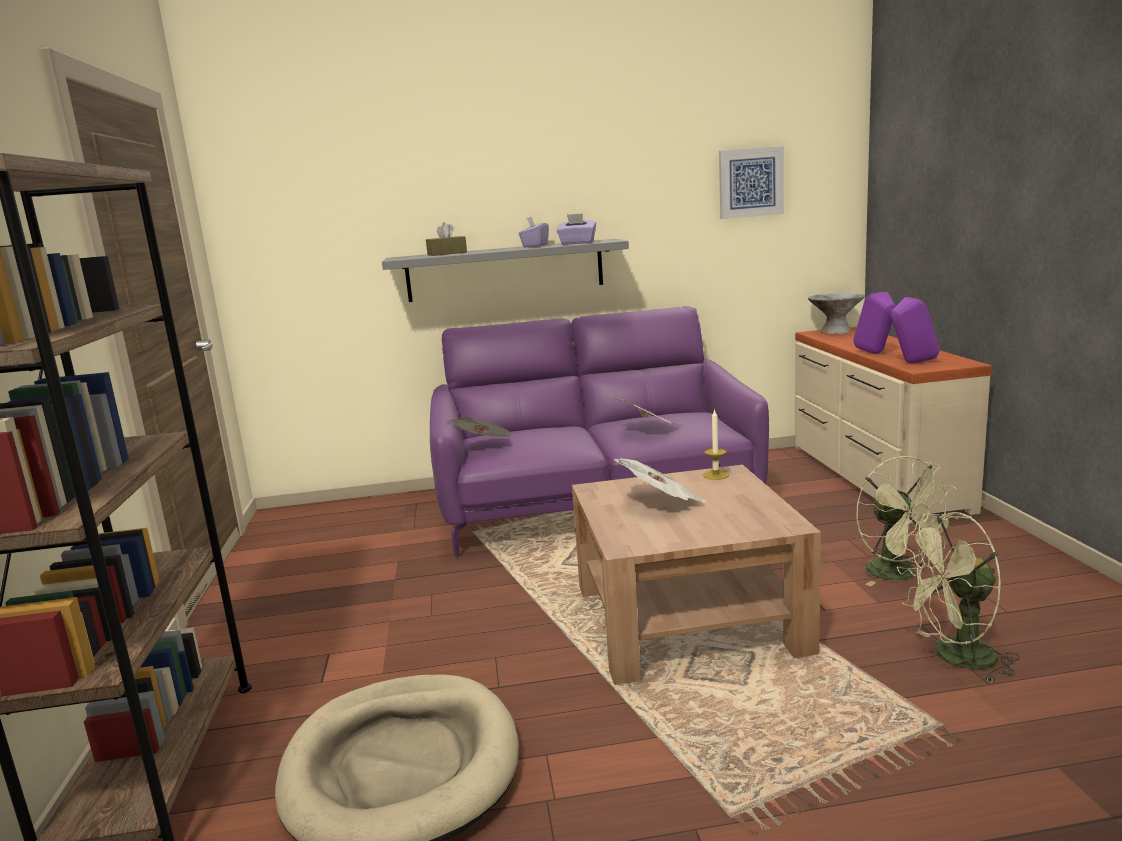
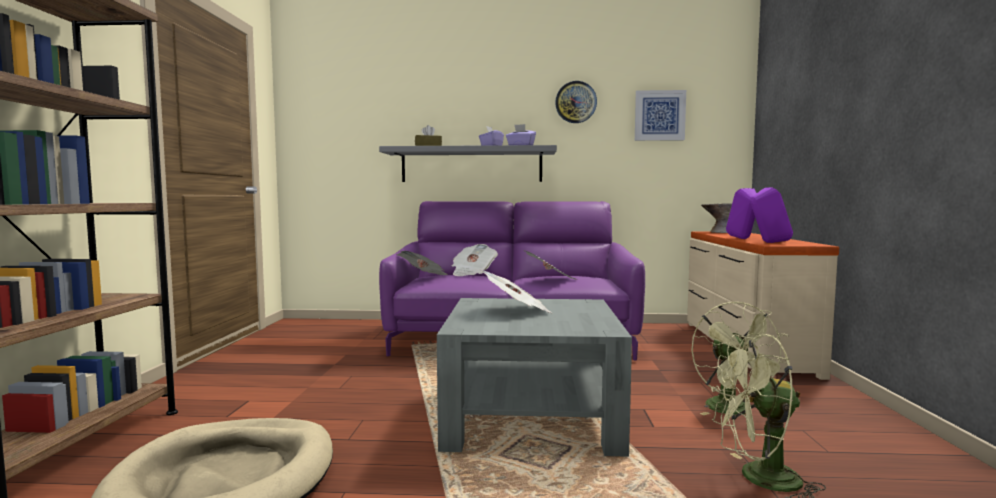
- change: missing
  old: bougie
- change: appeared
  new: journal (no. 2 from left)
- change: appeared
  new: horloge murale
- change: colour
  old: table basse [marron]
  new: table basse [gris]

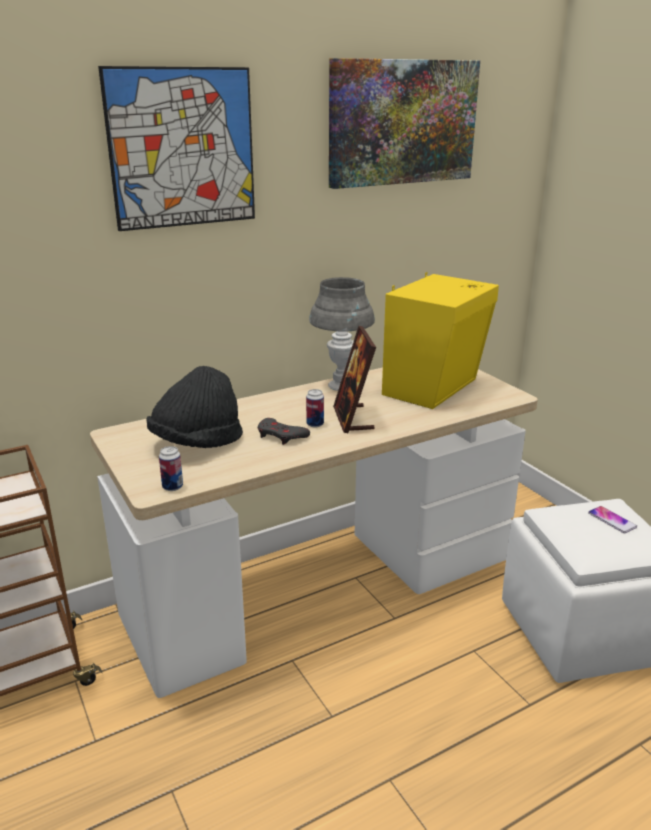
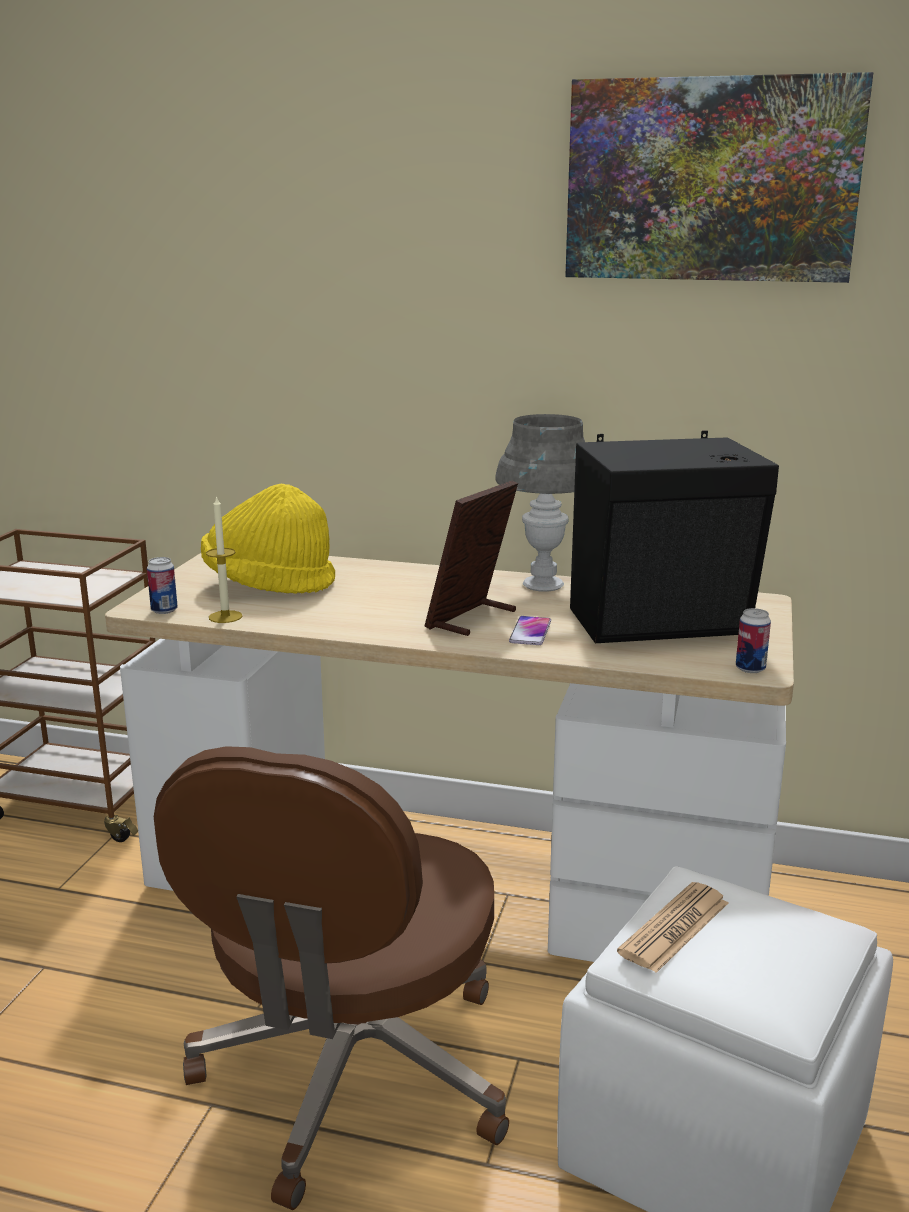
- change: missing
  old: tableau (no. 1 from left)
- change: missing
  old: manette [gris]
- change: appeared
  new: chaise de bureau [marron]
- change: appeared
  new: bougie
- change: appeared
  new: journal
- change: relocated
  old: boîte métallique (no. 2 from left)
- change: relocated
  old: téléphone
- change: colour
  old: chapeau [noir]
  new: chapeau [jaune]
- change: colour
  old: enceinte [jaune]
  new: enceinte [noir]

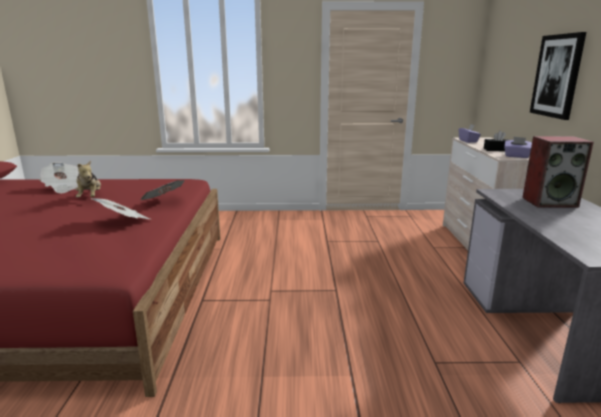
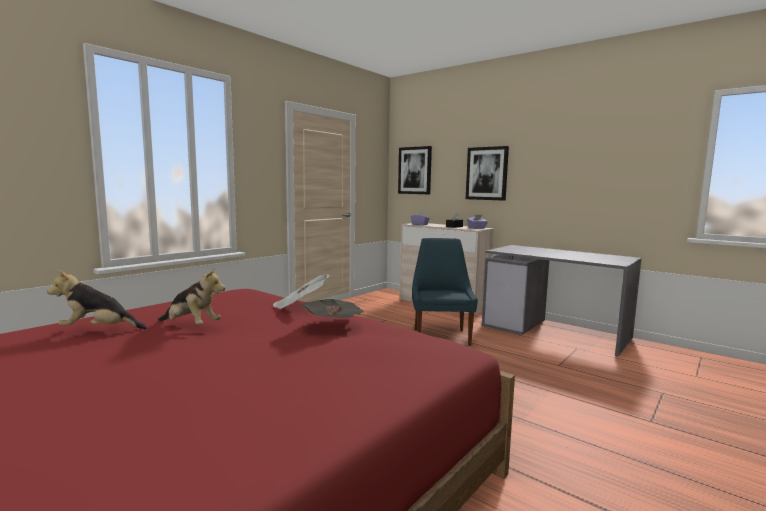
- change: missing
  old: enceinte
- change: appeared
  new: tableau (no. 1 from left)
- change: appeared
  new: chaise [bleu]
- change: exchanged
  old: journal (no. 1 from left)
  new: peluche (no. 1 from left)

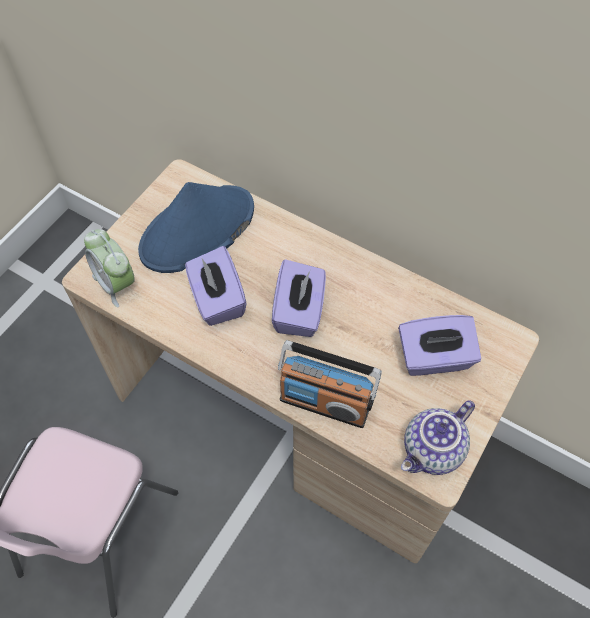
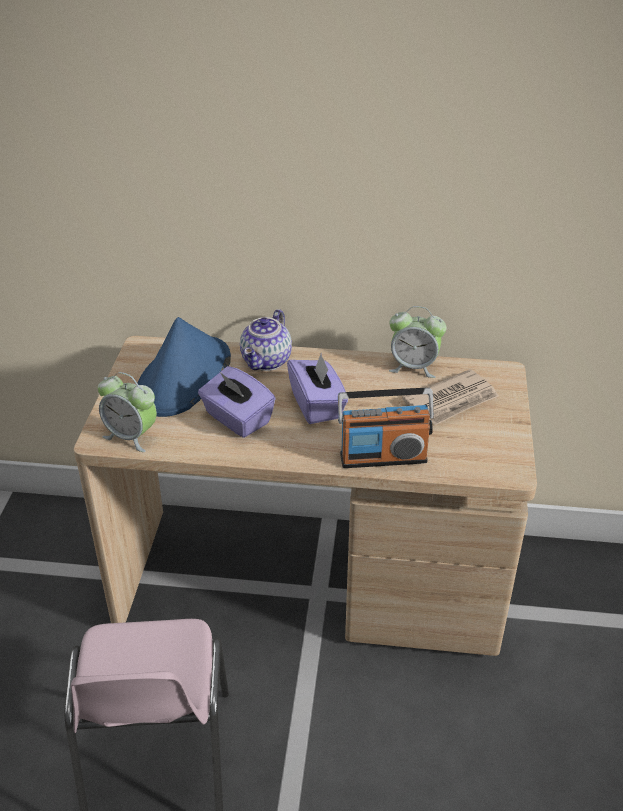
- change: appeared
  new: réveil (no. 2 from left)
- change: relocated
  old: théière
- change: exchanged
  old: boîte à mouchoirs [violet] (no. 3 from left)
  new: journal

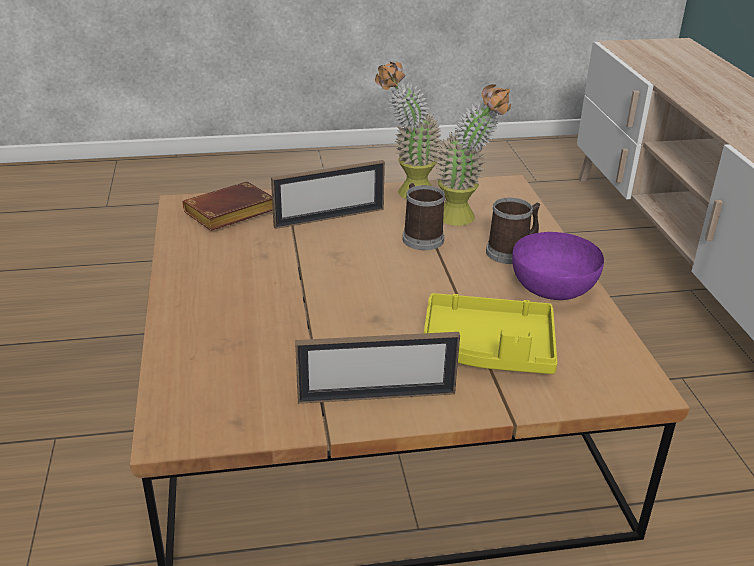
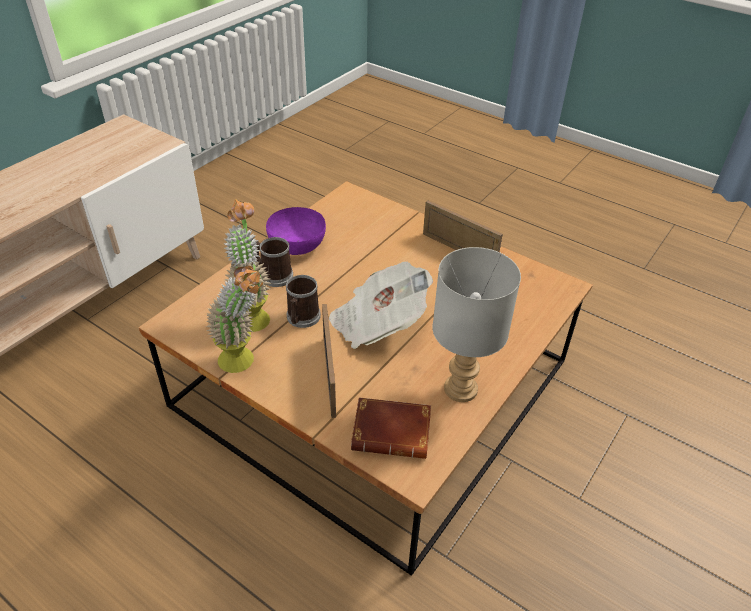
- change: missing
  old: plateau [jaune]
- change: appeared
  new: journal
- change: appeared
  new: lampe de table [gris]
- change: spun
  old: cadre photo (no. 1 from left)
  degrees: -120

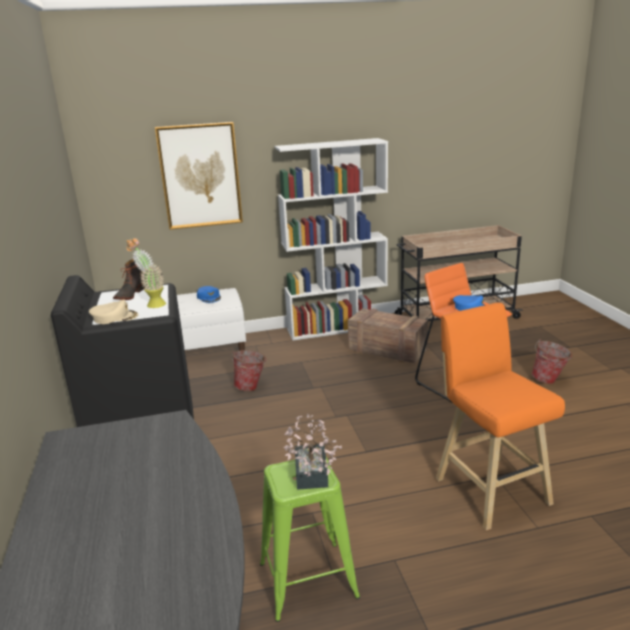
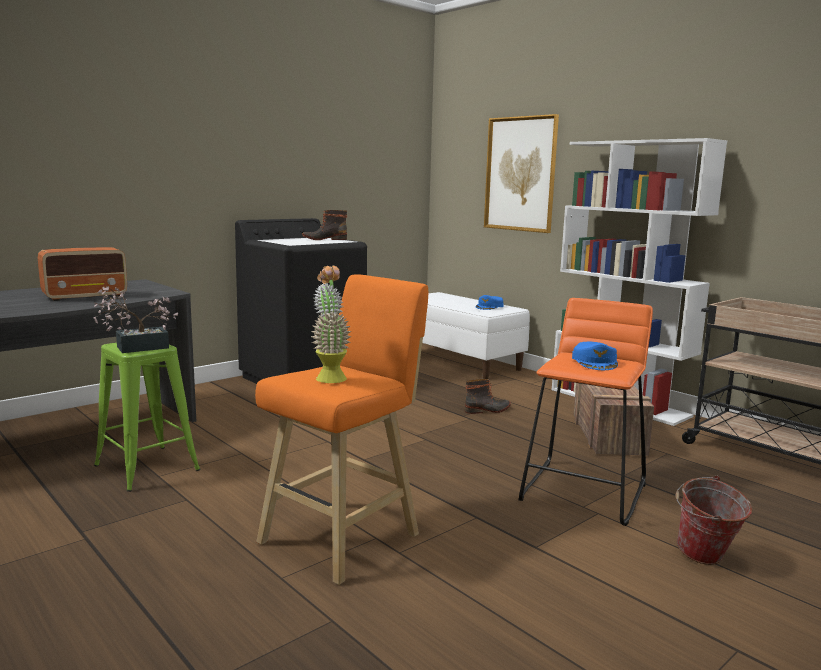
- change: missing
  old: casquette [beige]
- change: missing
  old: seau (no. 1 from left)
- change: appeared
  new: radio
- change: appeared
  new: botte (no. 2 from left)
- change: relocated
  old: plante en pot (no. 1 from left in the first image)
  new: plante en pot (no. 2 from left)

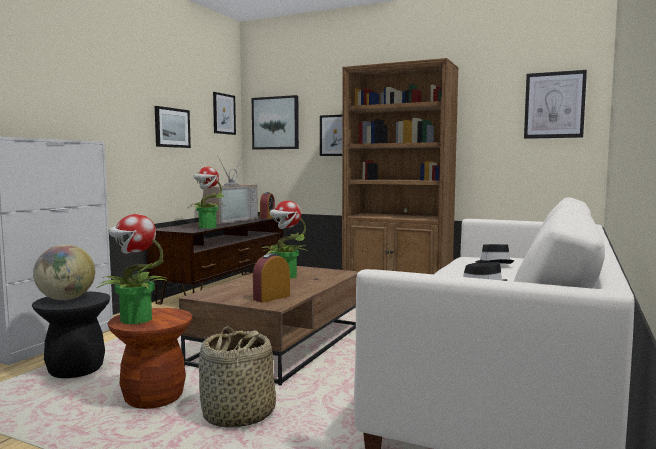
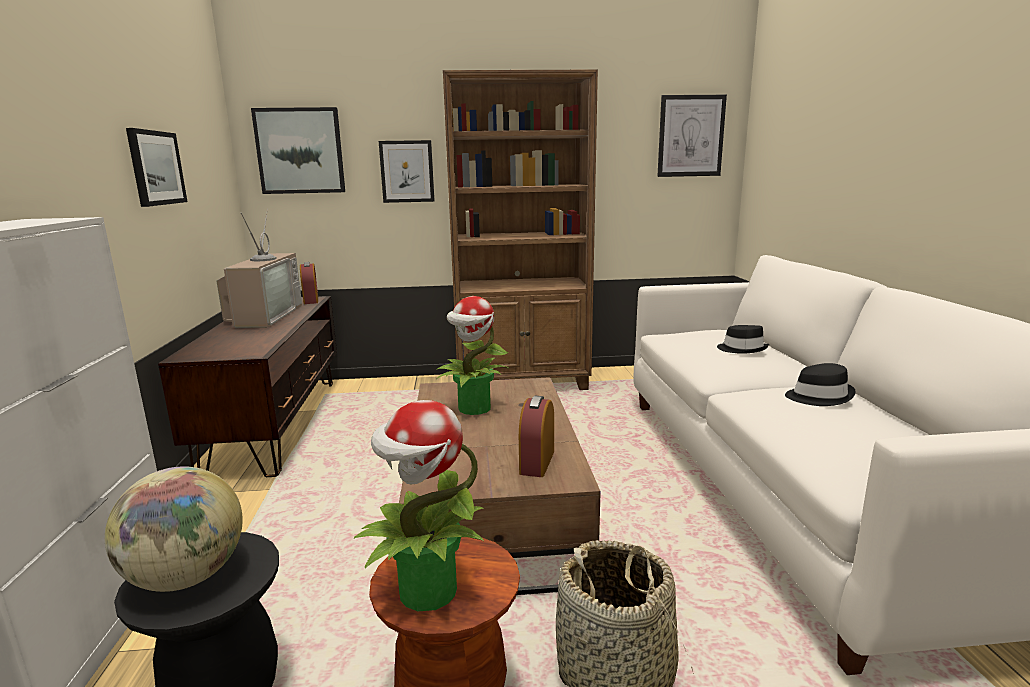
- change: missing
  old: plante en pot (no. 2 from left)
- change: missing
  old: tableau (no. 2 from left)

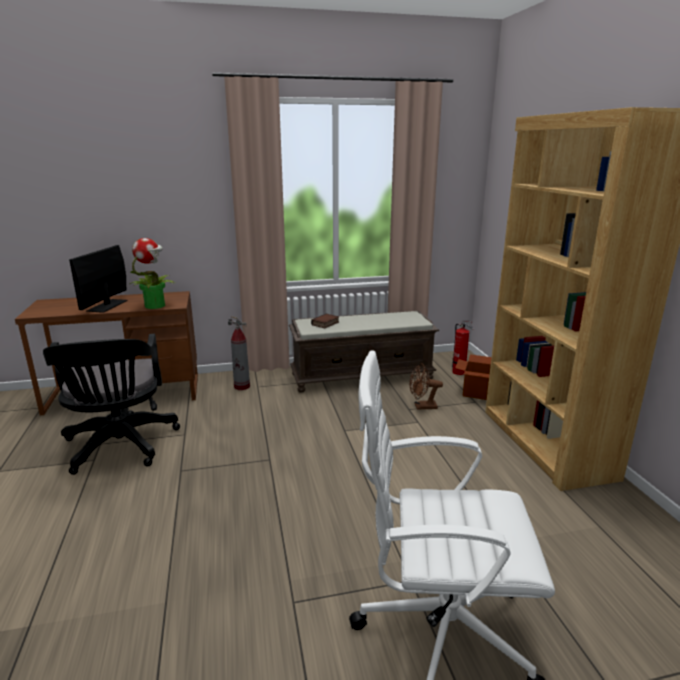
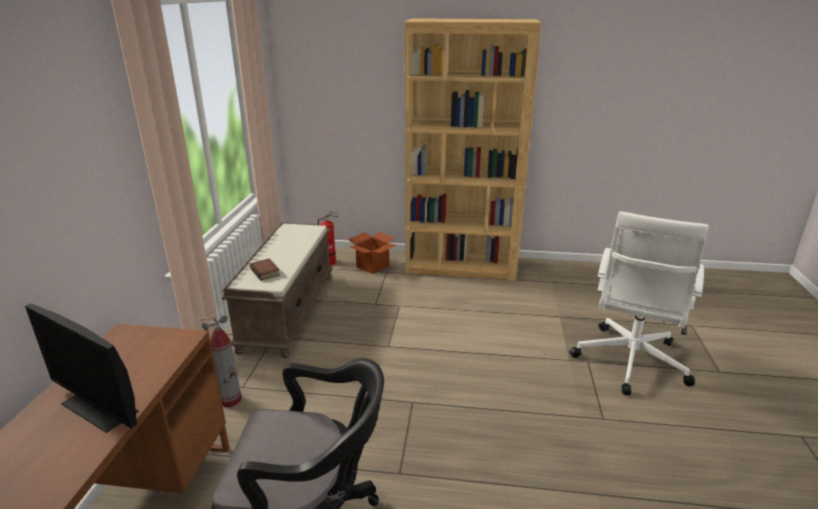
- change: missing
  old: plante en pot
- change: missing
  old: ventilateur [marron]

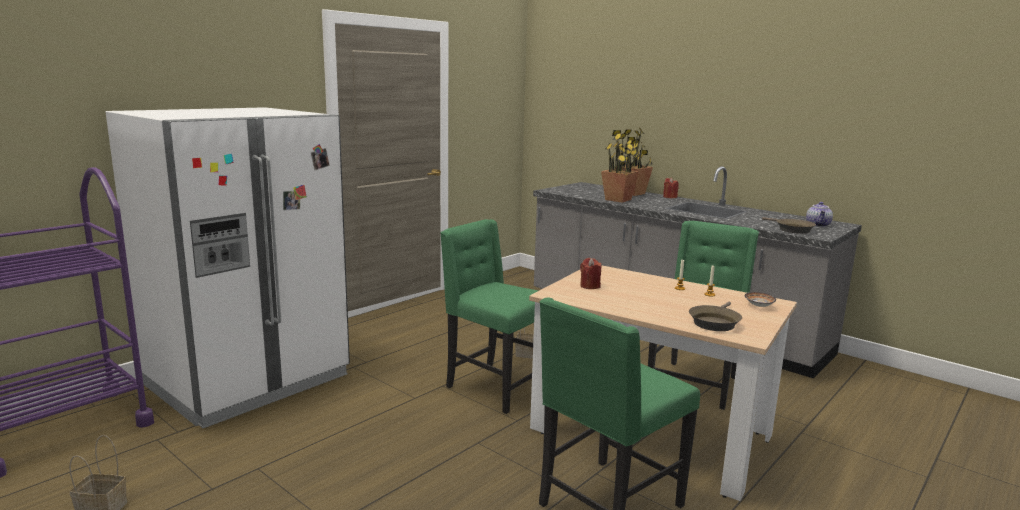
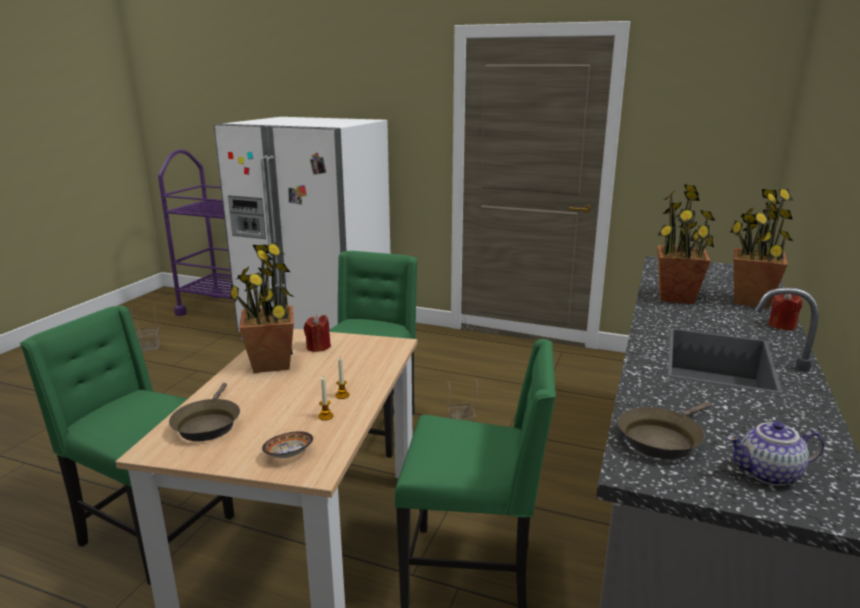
- change: appeared
  new: plante en pot (no. 1 from left)
- change: spun
  old: poêle [marron] (no. 1 from left)
  degrees: -105

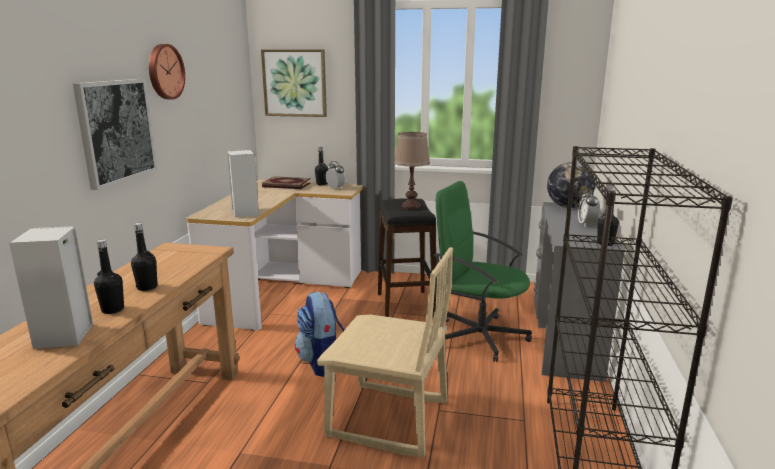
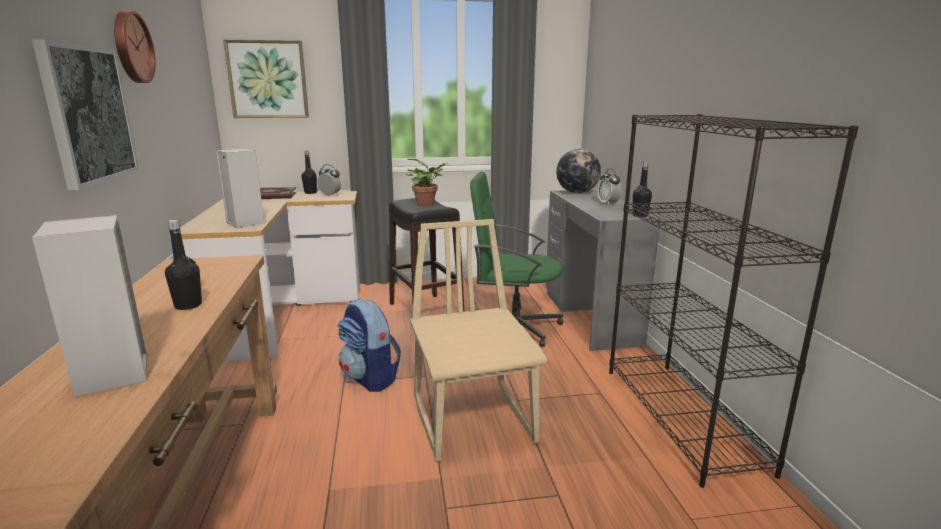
- change: missing
  old: bouteille [noir] (no. 1 from left)
- change: exchanged
  old: lampe de table [marron]
  new: plante en pot
- change: spun
  old: chaise [beige]
  degrees: -105

